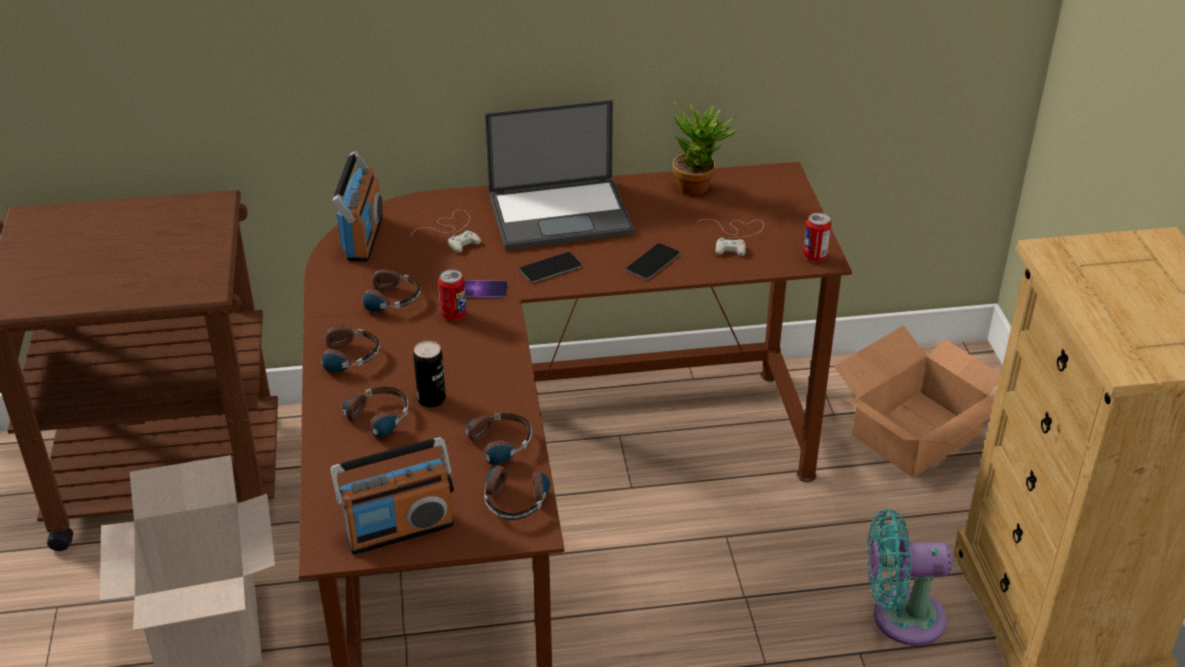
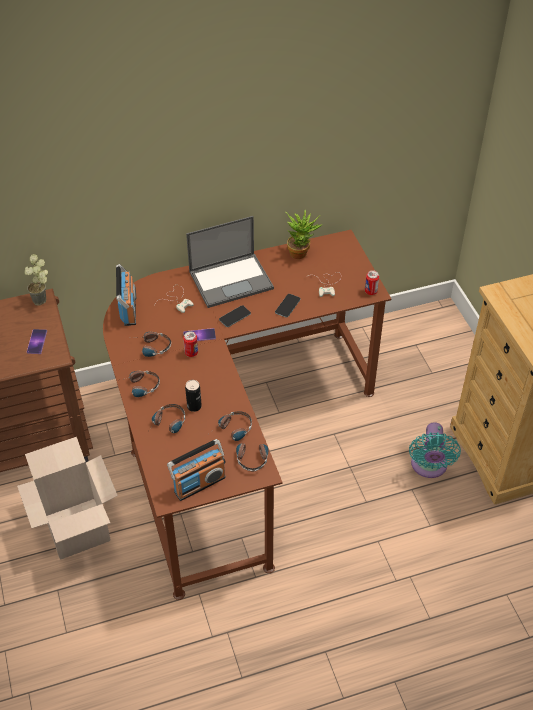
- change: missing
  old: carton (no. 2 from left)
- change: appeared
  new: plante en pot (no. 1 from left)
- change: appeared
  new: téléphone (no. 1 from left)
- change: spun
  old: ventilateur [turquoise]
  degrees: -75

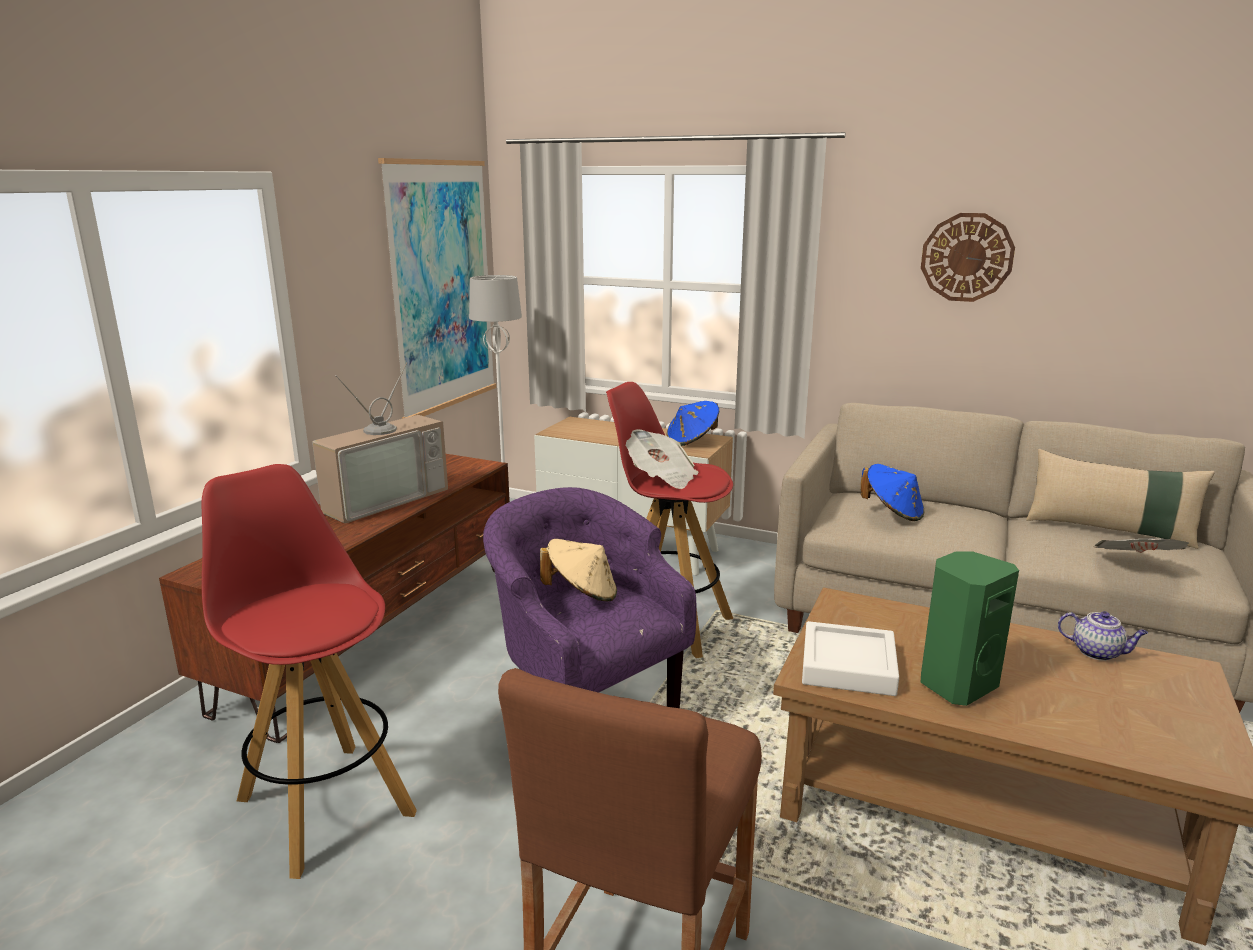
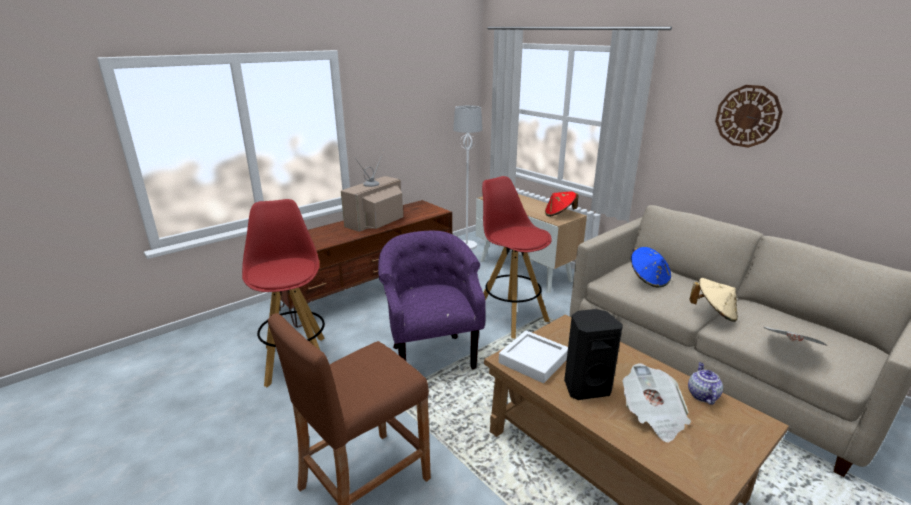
- change: missing
  old: tableau
- change: missing
  old: coussin [beige]
- change: relocated
  old: chapeau [beige]
- change: relocated
  old: journal (no. 1 from left)
- change: colour
  old: chapeau [bleu] (no. 1 from left)
  new: chapeau [rouge]
- change: colour
  old: enceinte [vert]
  new: enceinte [noir]
- change: spun
  old: téléviseur
  degrees: 150
- change: spun
  old: théière
  degrees: -135

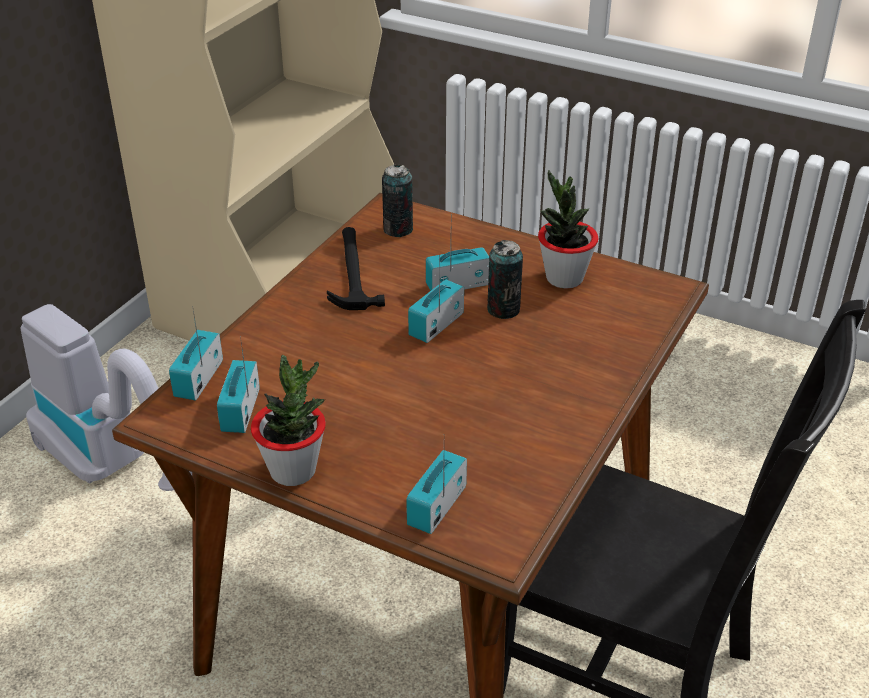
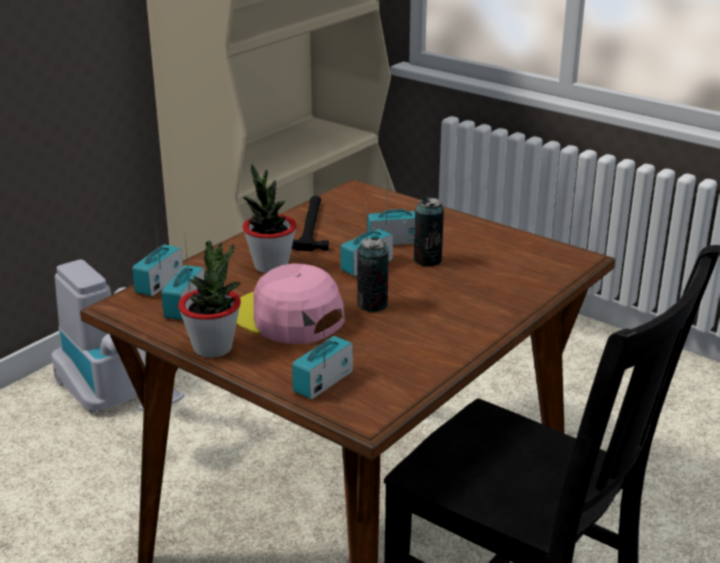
- change: appeared
  new: casquette [rose]
- change: relocated
  old: boîte métallique (no. 1 from left)
- change: relocated
  old: plante en pot (no. 2 from left)

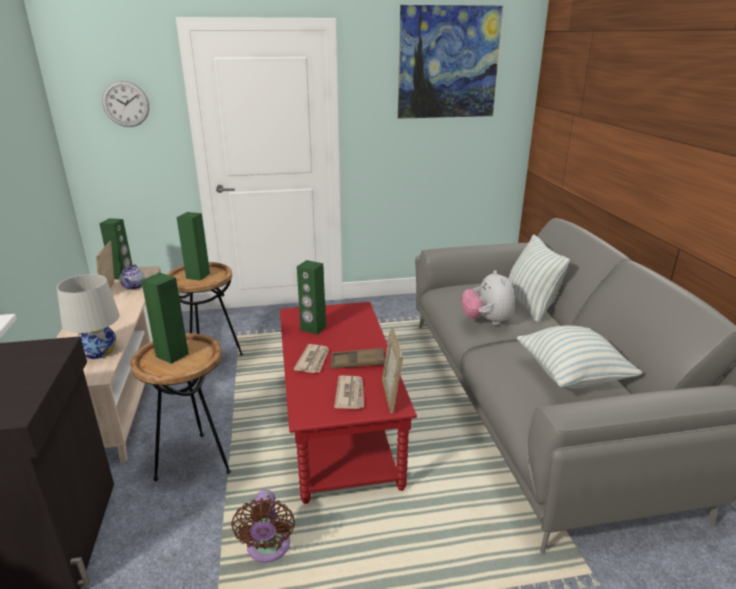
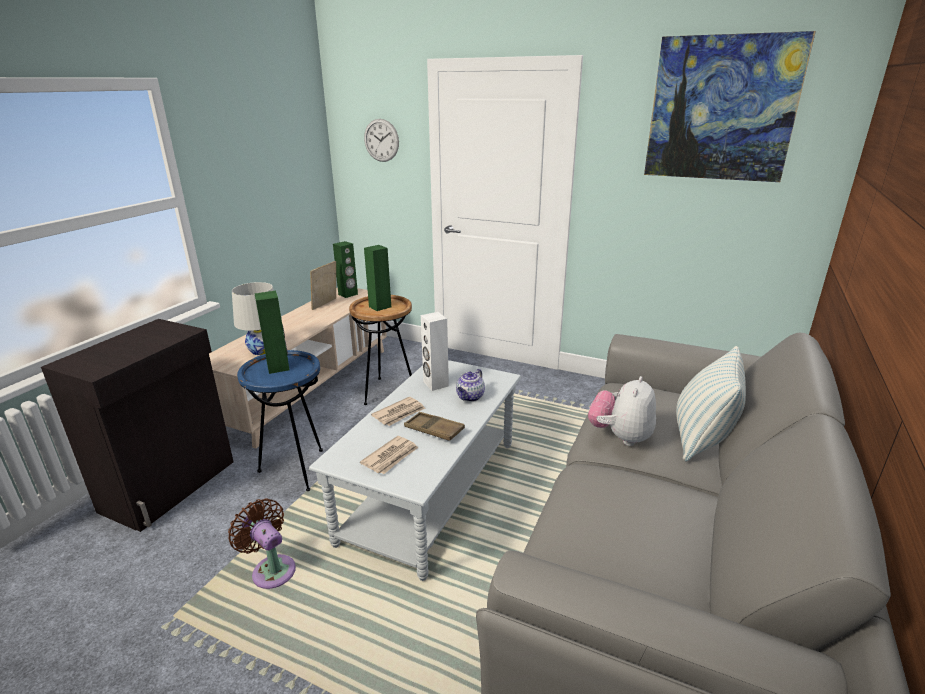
- change: missing
  old: cadre photo (no. 2 from left)
- change: missing
  old: coussin (no. 2 from left)
- change: relocated
  old: théière
- change: colour
  old: table d'appoint [marron] (no. 1 from left)
  new: table d'appoint [bleu]
- change: colour
  old: table basse [rouge]
  new: table basse [gris]
- change: colour
  old: enceinte [vert] (no. 4 from left)
  new: enceinte [blanc]
- change: spun
  old: ventilateur [marron]
  degrees: 105

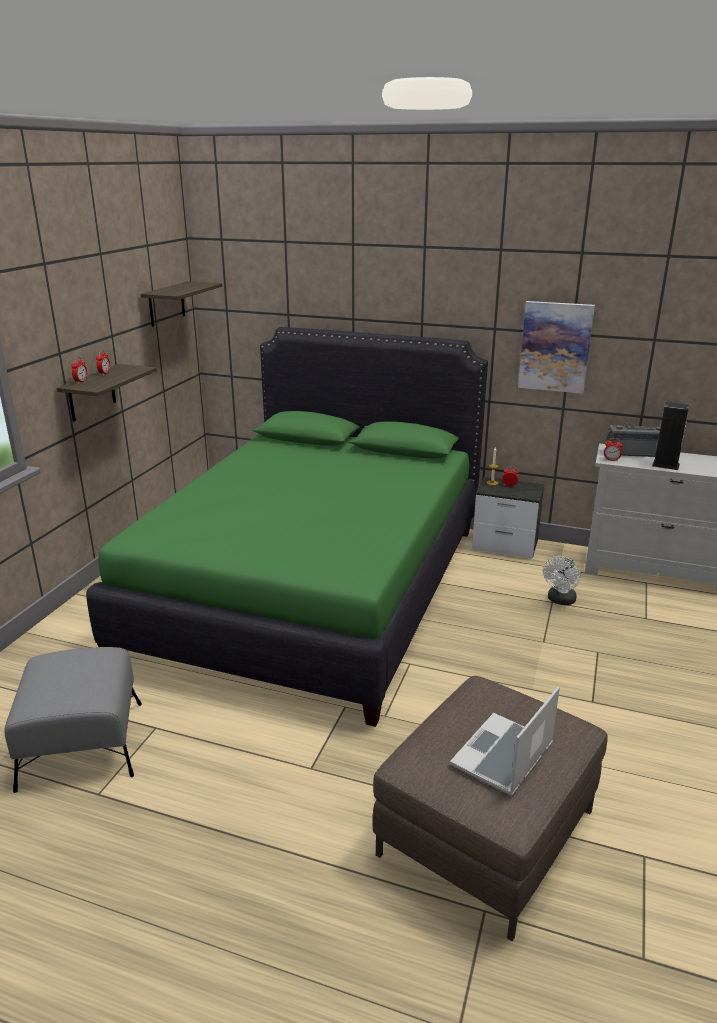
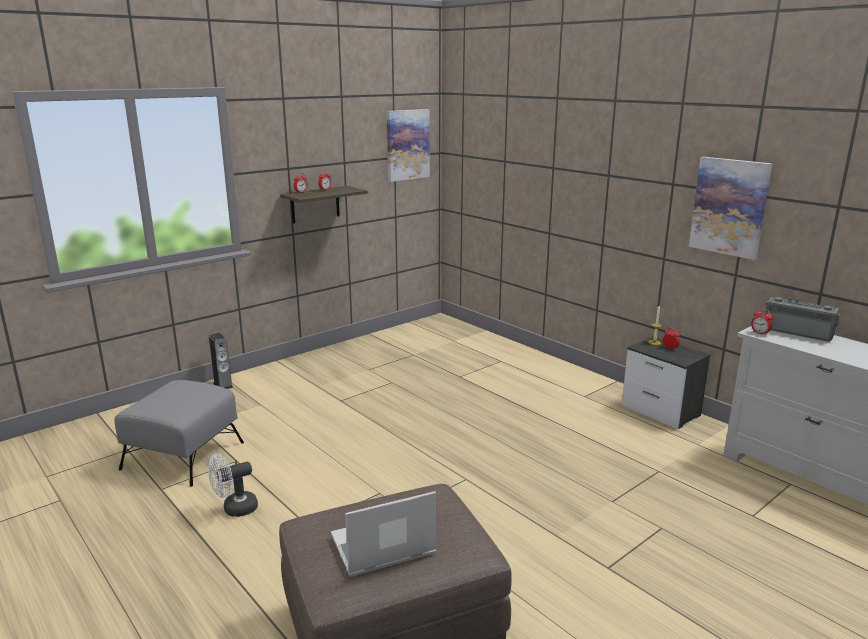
- change: missing
  old: lit [vert]
- change: relocated
  old: ventilateur [blanc]
- change: relocated
  old: enceinte
- change: exchanged
  old: étagère (no. 2 from left)
  new: tableau (no. 1 from left)

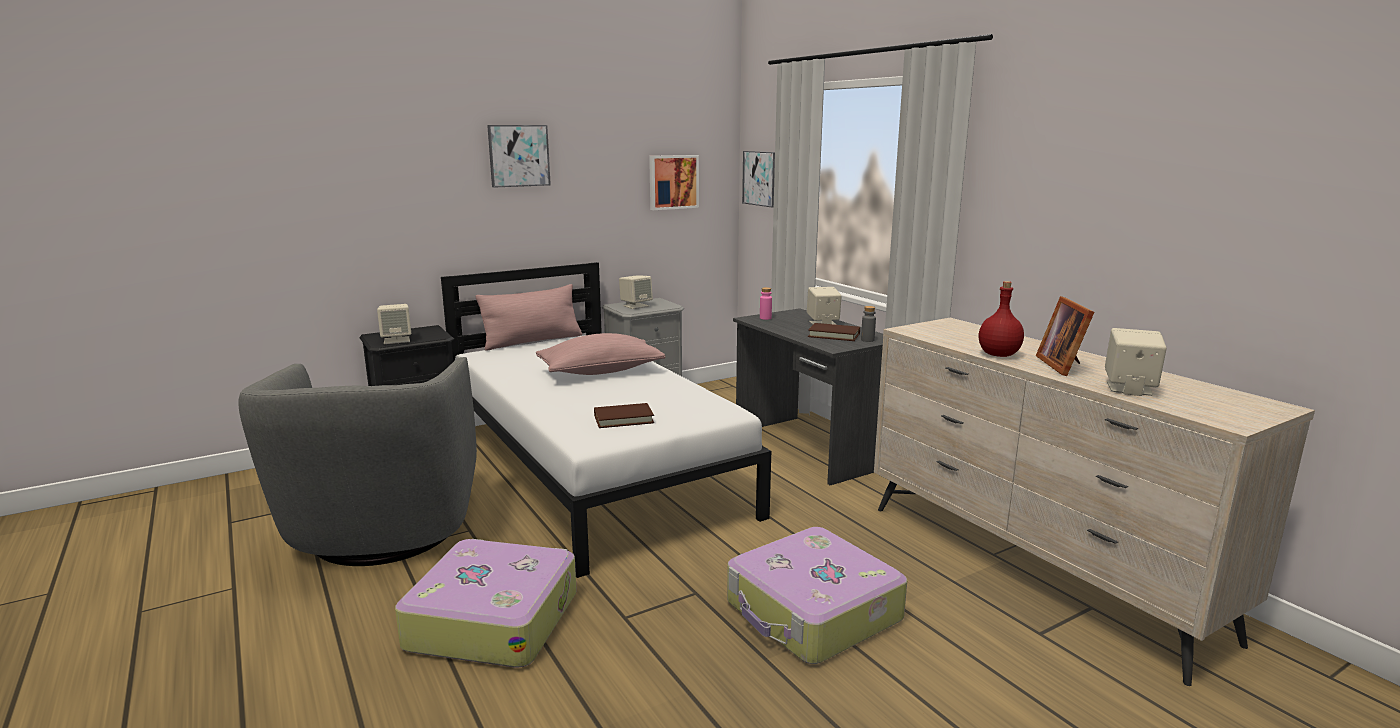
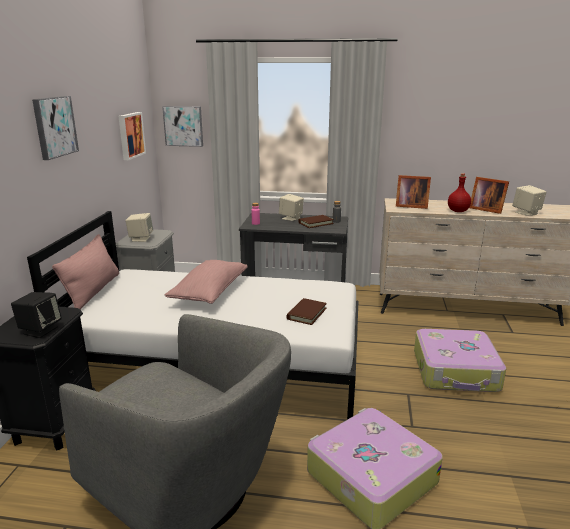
- change: appeared
  new: cadre photo (no. 1 from left)
- change: colour
  old: enceinte [beige] (no. 1 from left)
  new: enceinte [noir]

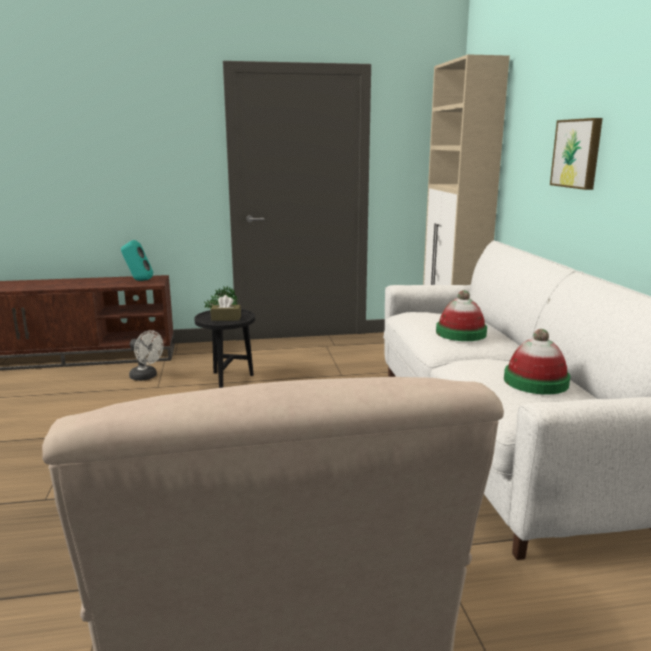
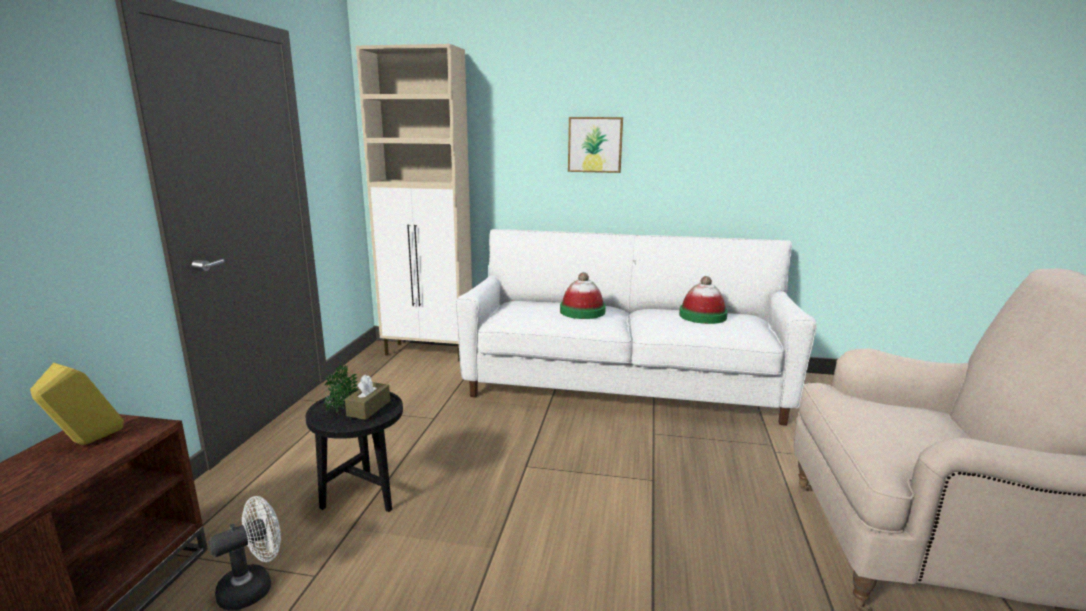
- change: colour
  old: enceinte [turquoise]
  new: enceinte [jaune]

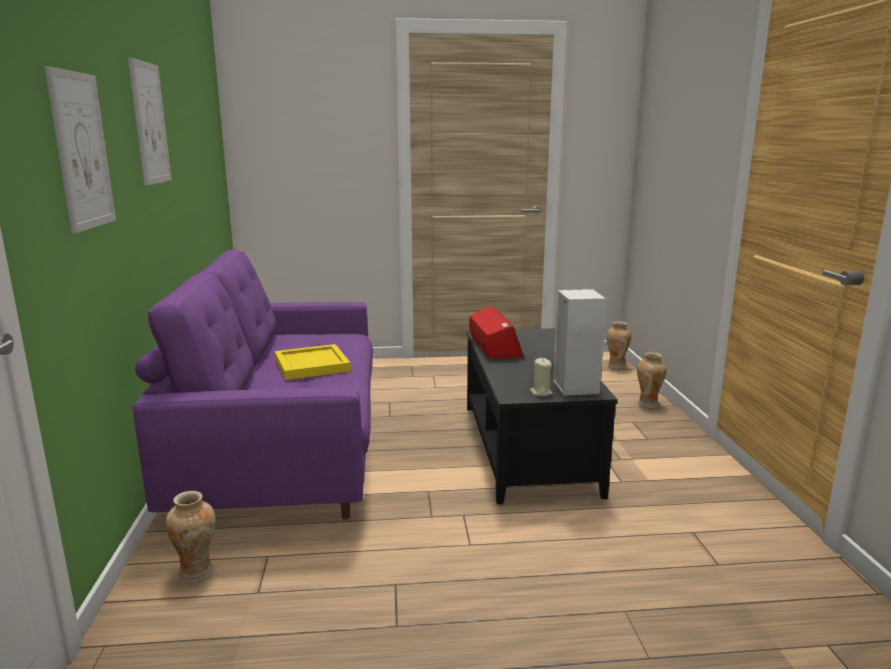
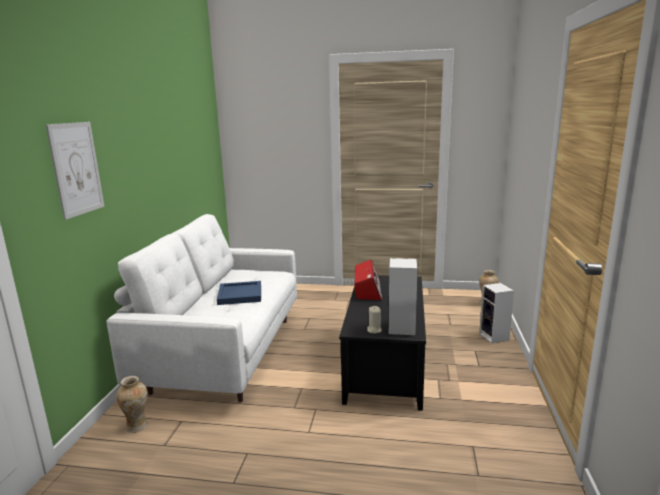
- change: missing
  old: tableau (no. 2 from left)
- change: exchanged
  old: vase (no. 3 from left)
  new: enceinte (no. 2 from left)
- change: colour
  old: canapé [violet]
  new: canapé [blanc]
- change: colour
  old: plateau [jaune]
  new: plateau [bleu]

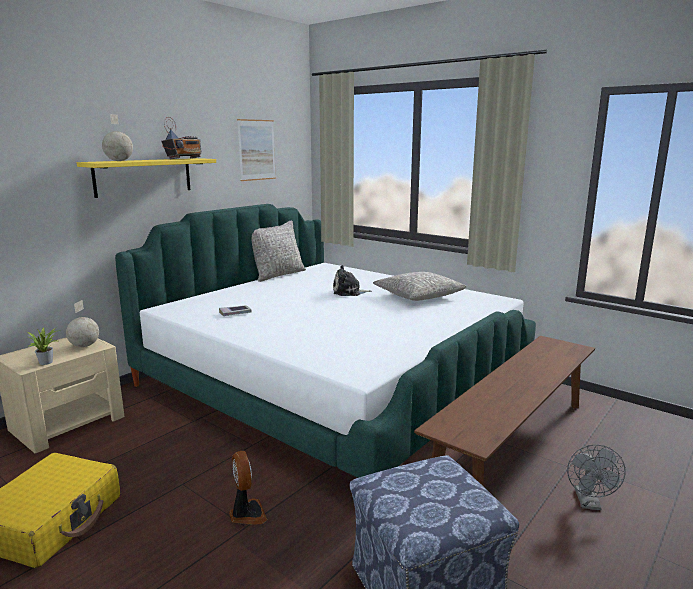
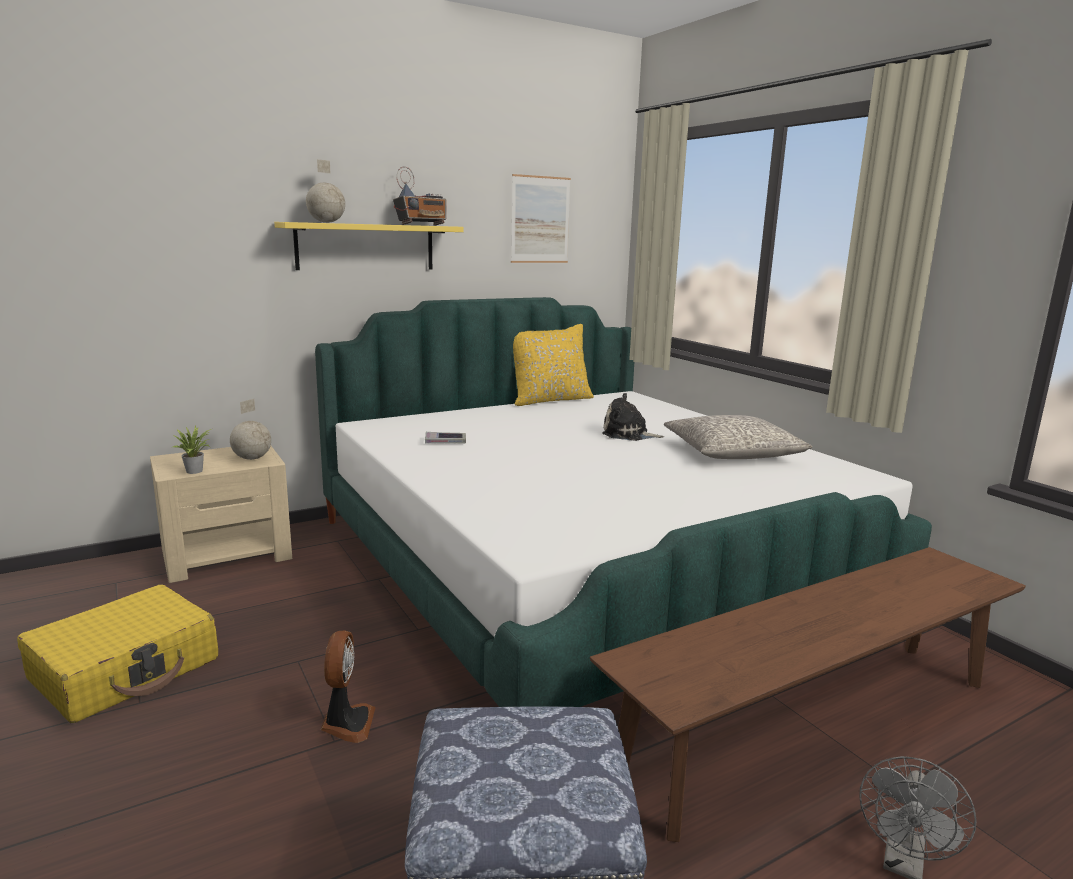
- change: colour
  old: coussin [gris] (no. 1 from left)
  new: coussin [jaune]

